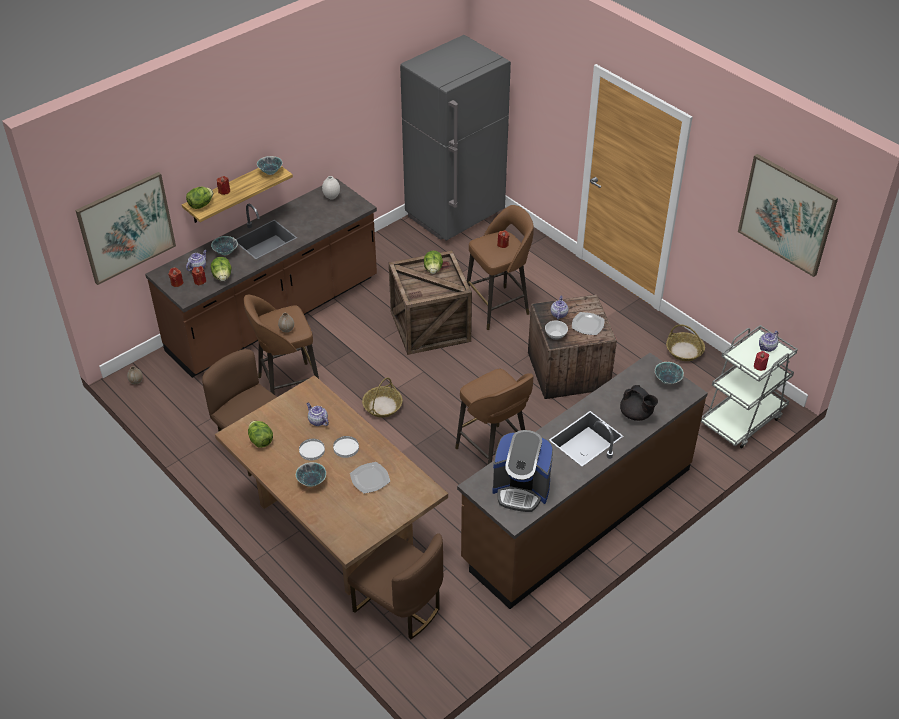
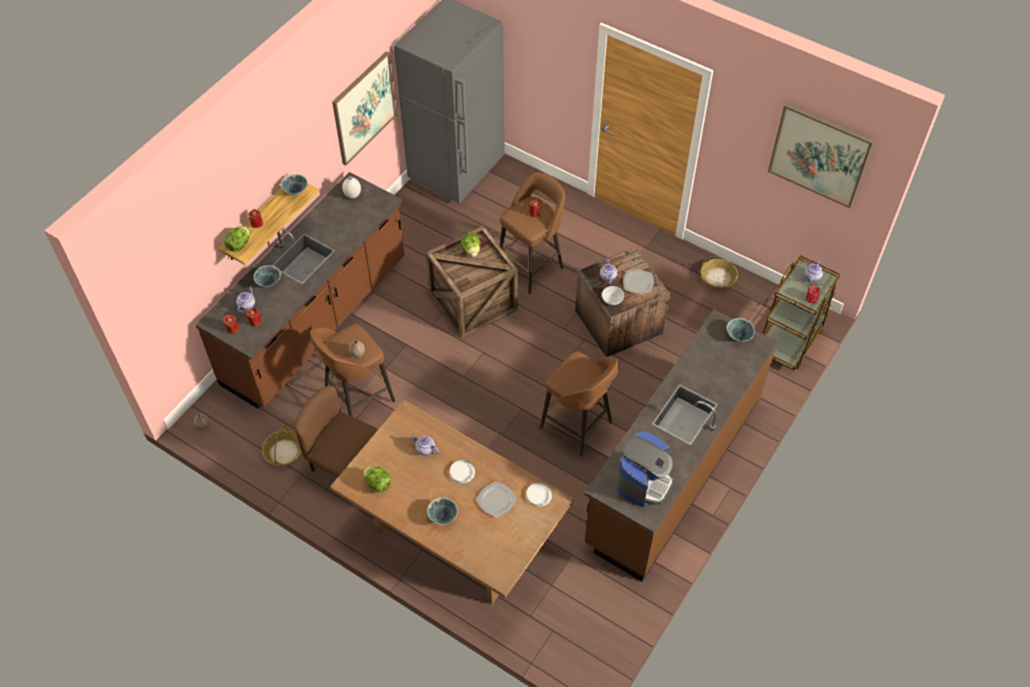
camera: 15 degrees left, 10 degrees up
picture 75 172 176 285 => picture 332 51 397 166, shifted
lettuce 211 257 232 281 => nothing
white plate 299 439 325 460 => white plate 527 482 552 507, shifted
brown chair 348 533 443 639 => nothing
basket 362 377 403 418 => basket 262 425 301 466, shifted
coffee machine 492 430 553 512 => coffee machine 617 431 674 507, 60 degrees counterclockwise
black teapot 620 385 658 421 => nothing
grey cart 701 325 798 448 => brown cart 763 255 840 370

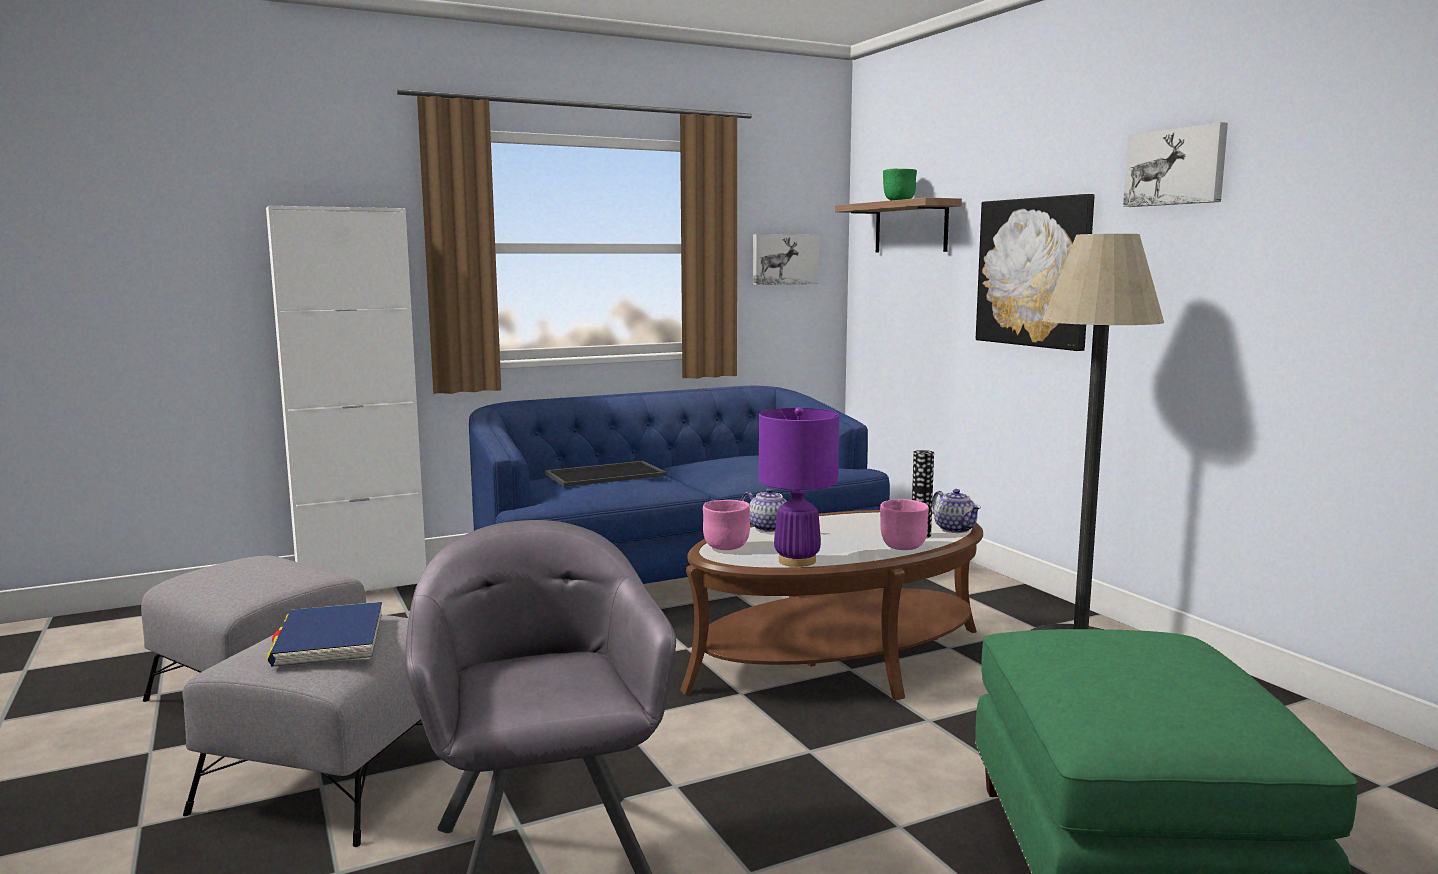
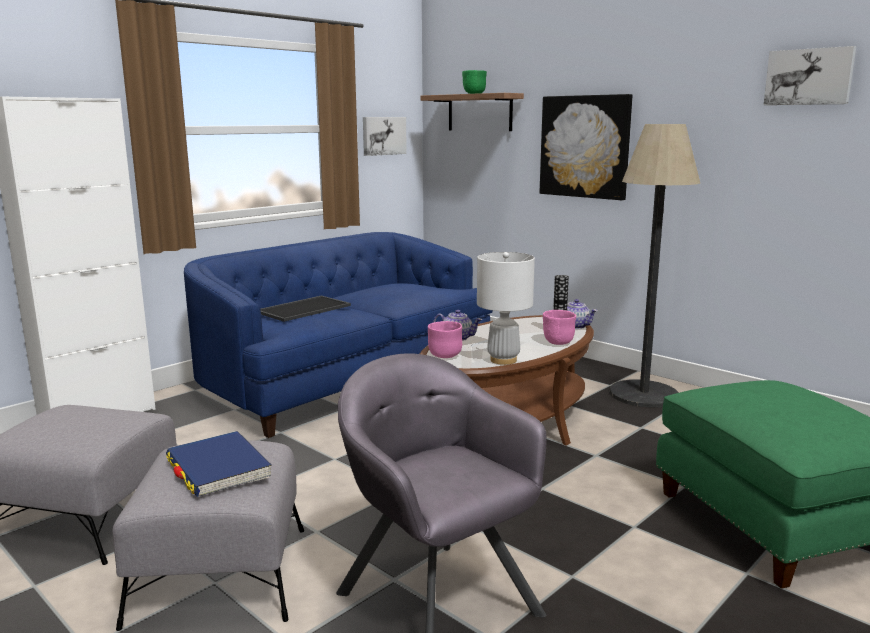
camera: 20 degrees left, 5 degrees up
purple table lamp 759 407 839 567 => white table lamp 477 252 535 365
picture 1123 122 1228 207 => picture 764 46 856 105, shifted

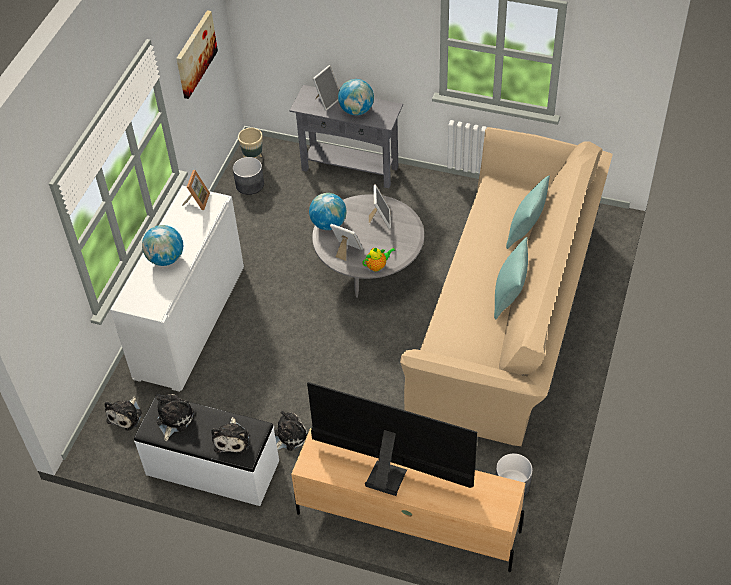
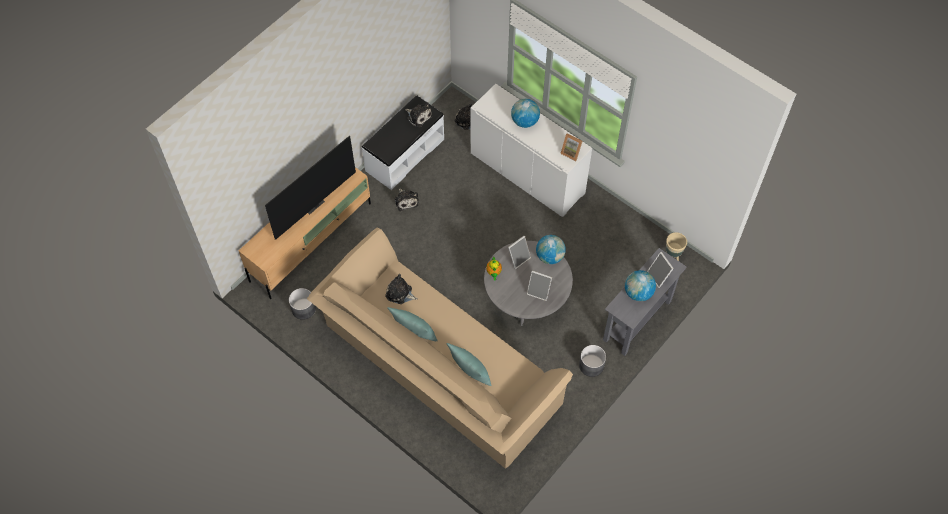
camera: 110 degrees right, 10 degrees up
picture 176 10 218 99 => nothing
plush toy 211 417 249 454 => plush toy 385 274 418 304, shifted
grey planter 233 157 264 195 => grey planter 579 345 606 377, shifted

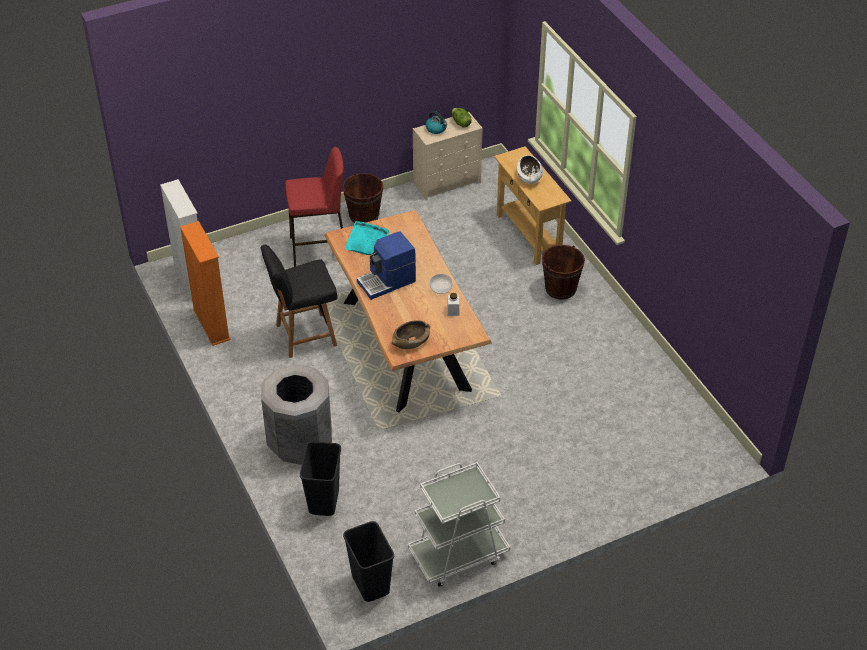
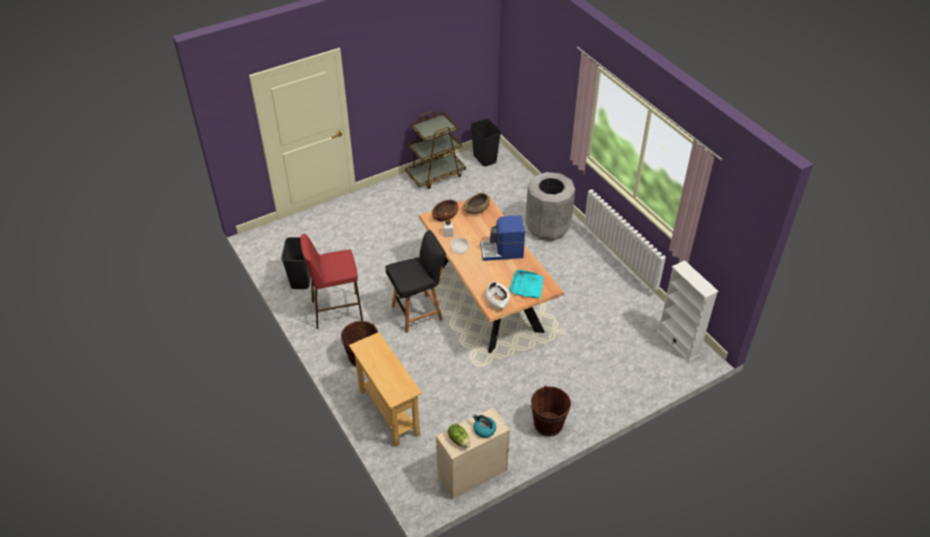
camera: 175 degrees right, 0 degrees up
orange bookcase 180 221 231 346 => nothing
black chair 261 245 338 358 => black chair 386 230 446 333, shifted
red stool 285 147 344 267 => red stool 300 234 363 329, shifted
black trash can 300 441 341 516 => black trash can 281 237 311 289, shifted
coffee machine 357 231 416 300 => coffee machine 480 216 525 261, 150 degrees counterclockwise
white cart 408 462 510 587 => brown cart 405 111 466 189
white bowl 517 155 543 184 => white bowl 486 281 510 309, shifted
nothing => brown bowl 432 200 458 221

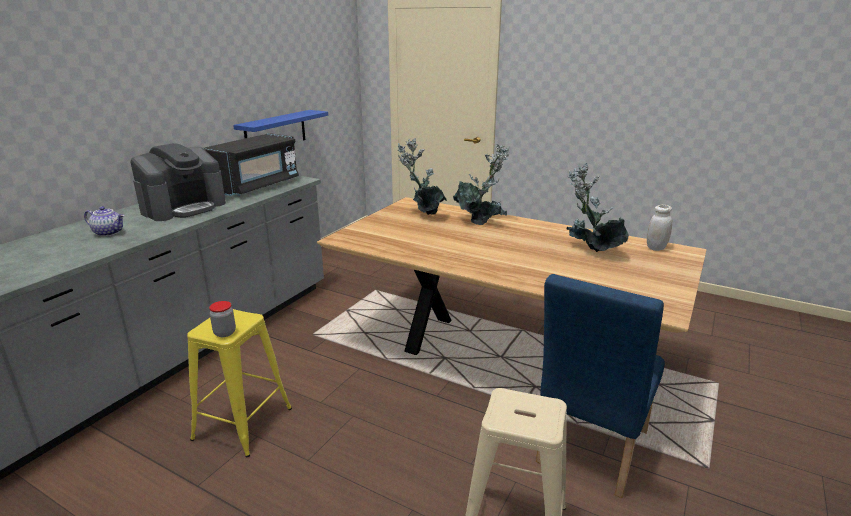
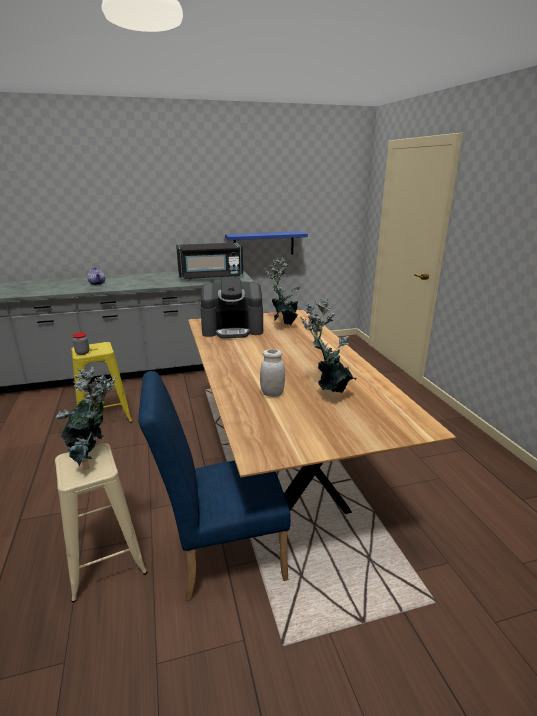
camera: 45 degrees right, 0 degrees up
coffee machine 131 143 226 221 => coffee machine 200 278 263 338, shifted
potted plant 453 144 510 225 => potted plant 56 367 116 466, shifted
white jar 647 205 672 251 => white jar 260 349 285 397, shifted

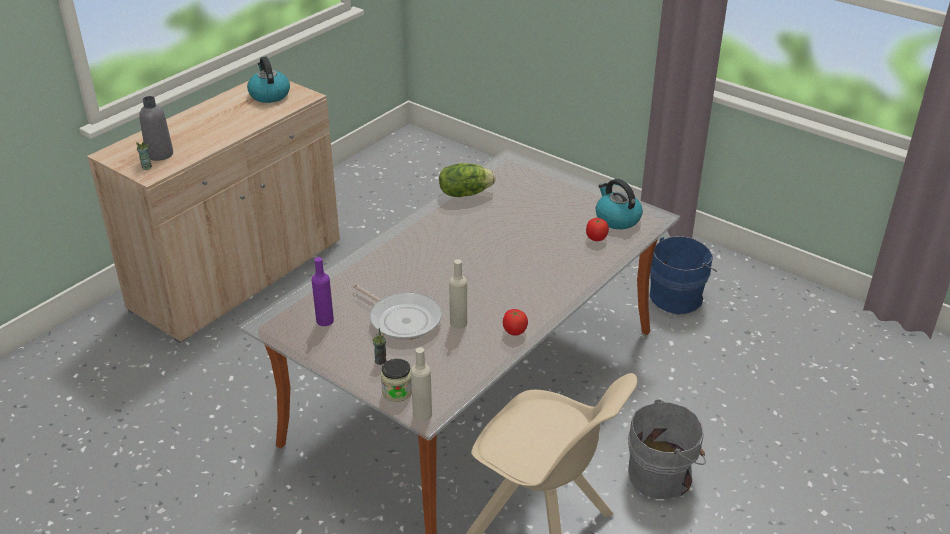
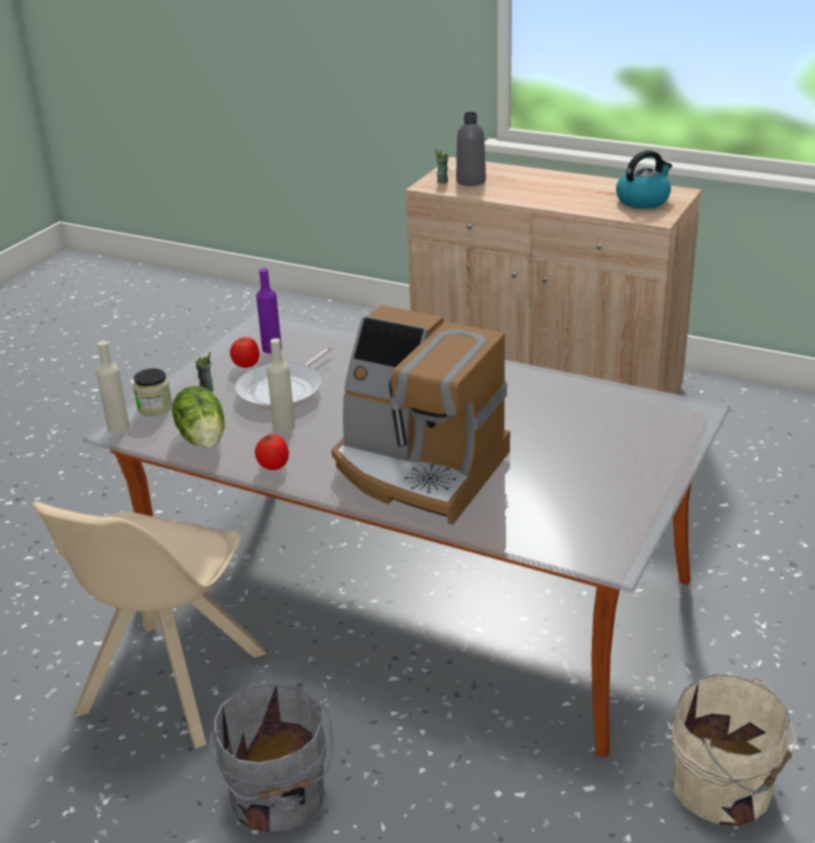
camera: 80 degrees right, 5 degrees down
lettuce 439 163 496 197 => lettuce 172 386 225 448, shifted
tomato 586 218 609 241 => tomato 230 337 260 368, shifted
kettle 596 179 643 229 => nothing
blue bucket 650 236 717 314 => beige bucket 672 674 796 826
nothing => coffee machine 331 305 510 525

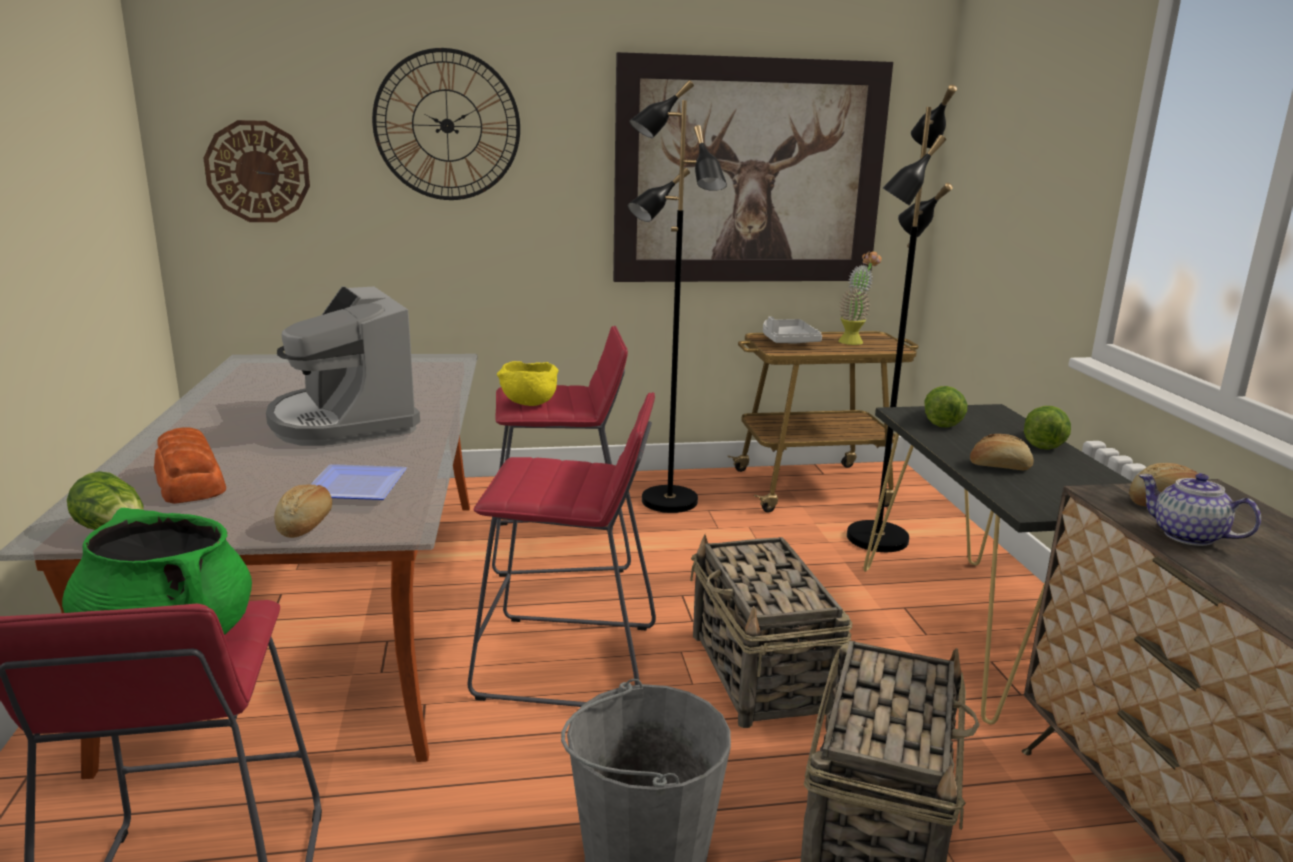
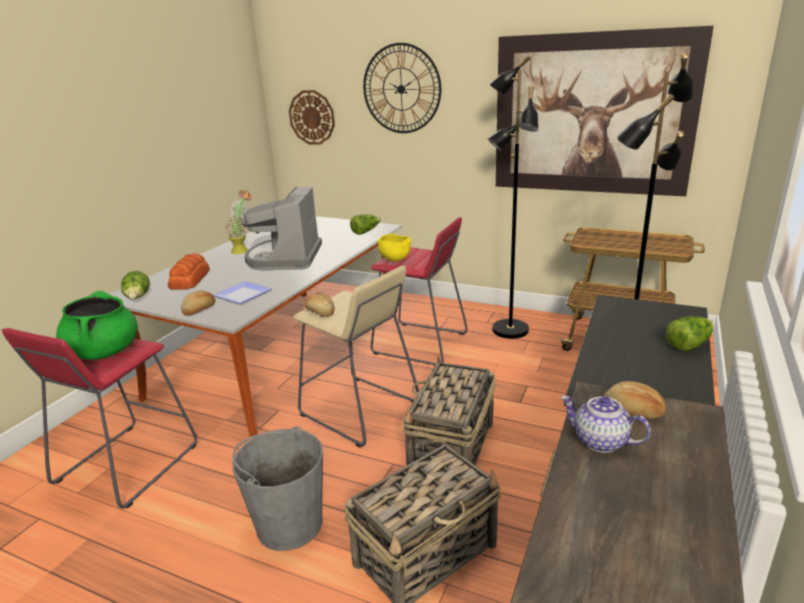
camera: 35 degrees right, 5 degrees up
red stool 467 392 656 707 => beige stool 293 266 419 448
grey tray 763 317 822 344 => nothing
potted plant 838 251 882 345 => potted plant 225 190 252 254, shifted
lettuce 924 386 967 428 => lettuce 350 214 381 235, shifted
bread 970 434 1034 470 => bread 304 292 335 317, shifted
teapot 1139 473 1261 546 => teapot 560 396 651 453, 45 degrees counterclockwise

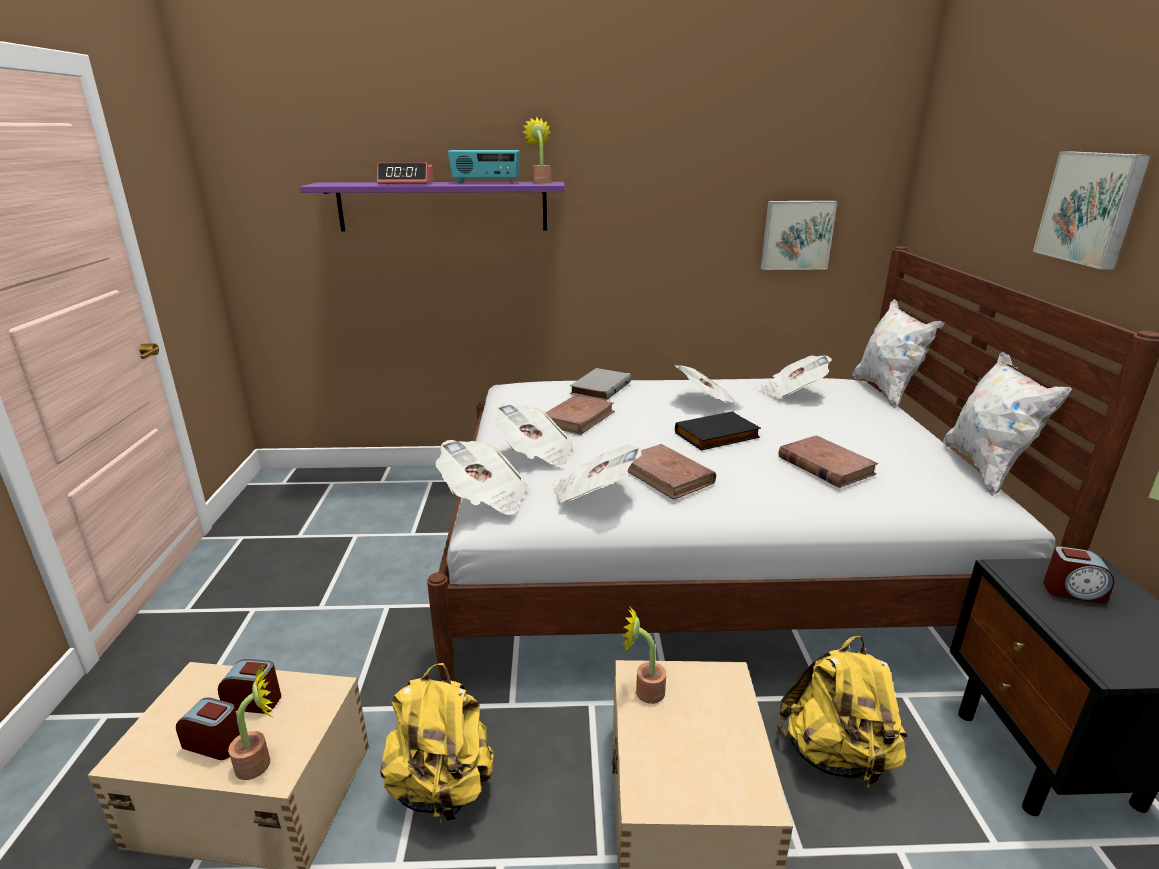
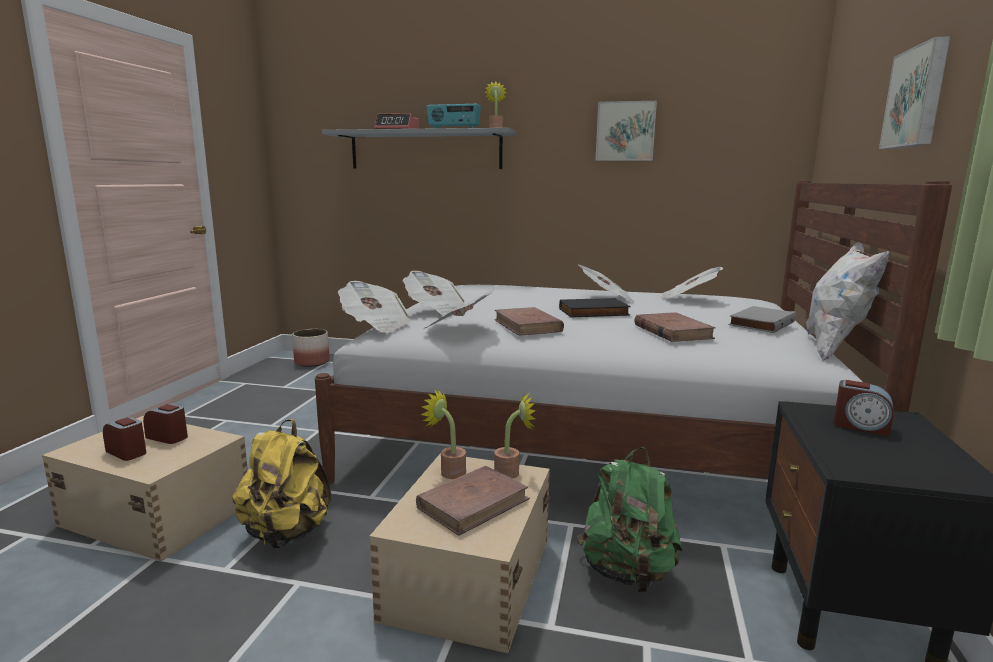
camera: 15 degrees right, 10 degrees down
potted plant 228 665 274 780 => potted plant 494 393 536 479, shifted
purple shelf 300 182 565 231 => grey shelf 322 128 516 169
brown book 545 395 615 435 => brown book 416 466 530 536, shifted
grey book 570 368 631 401 => grey book 729 306 796 333, shifted
picture 761 201 837 270 => picture 595 101 657 161, shifted
yellow backpack 777 636 907 789 => green backpack 577 447 683 592
white pillow 853 299 945 409 => nothing
nothing => planter 292 329 330 367

